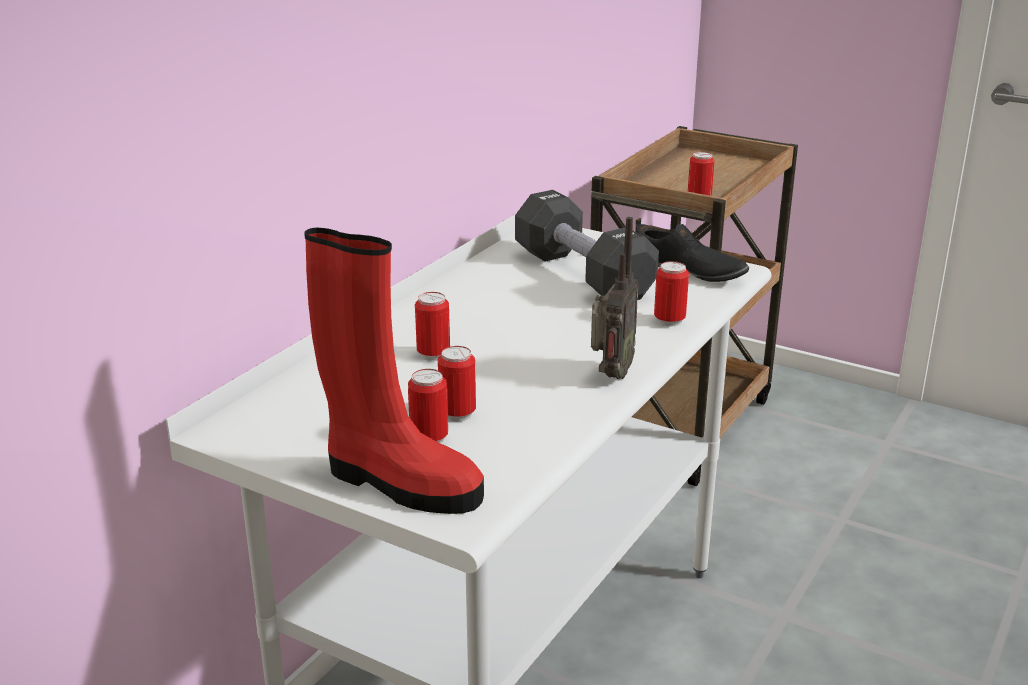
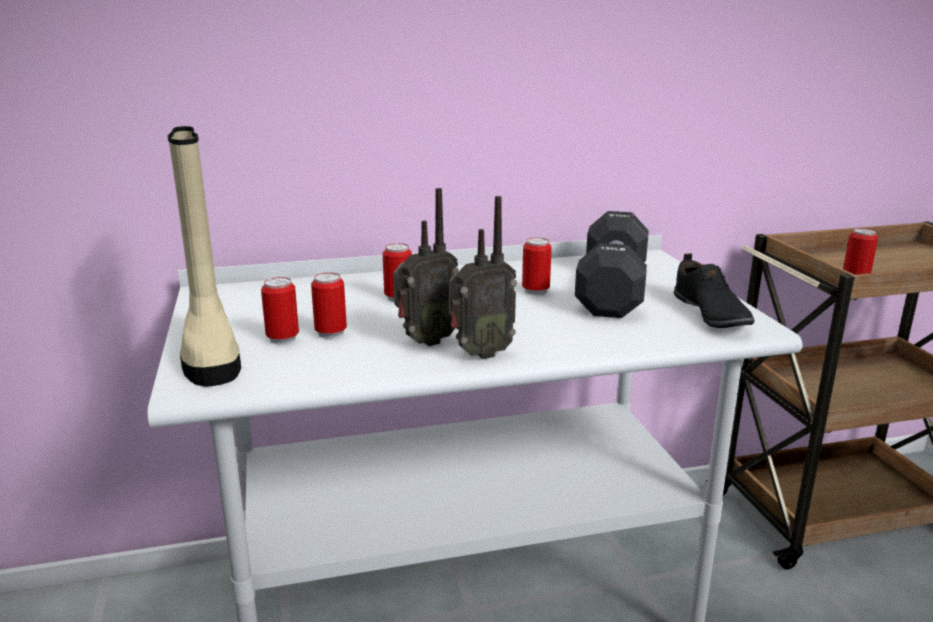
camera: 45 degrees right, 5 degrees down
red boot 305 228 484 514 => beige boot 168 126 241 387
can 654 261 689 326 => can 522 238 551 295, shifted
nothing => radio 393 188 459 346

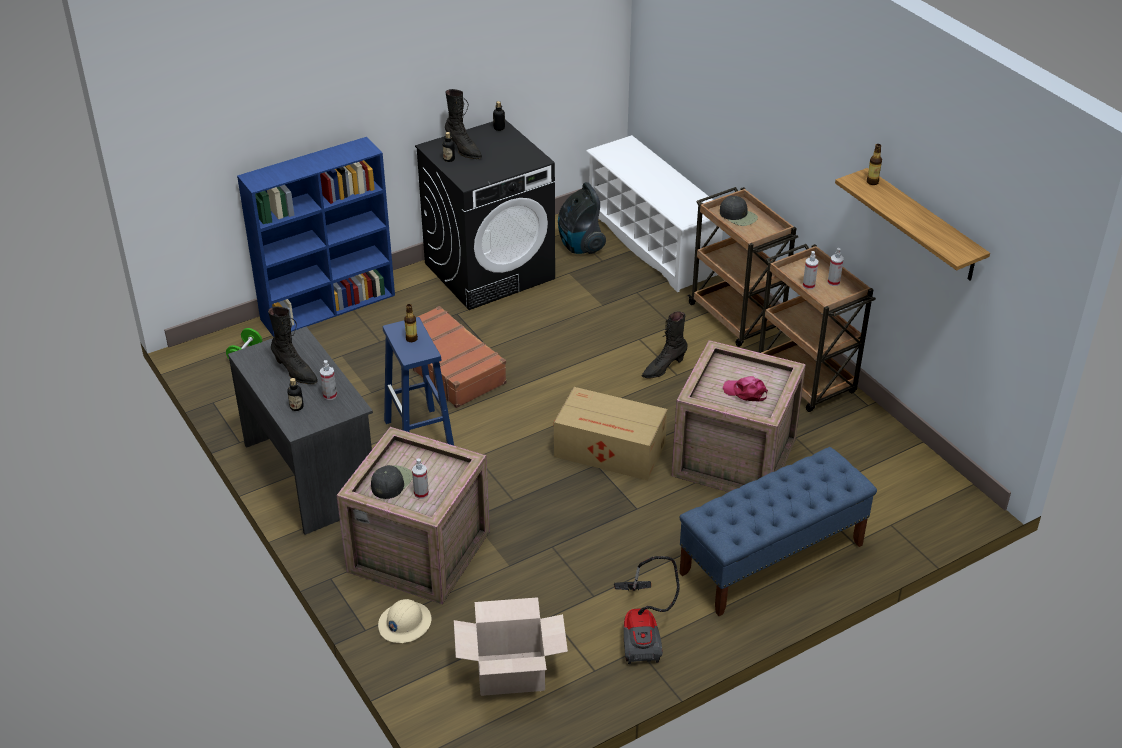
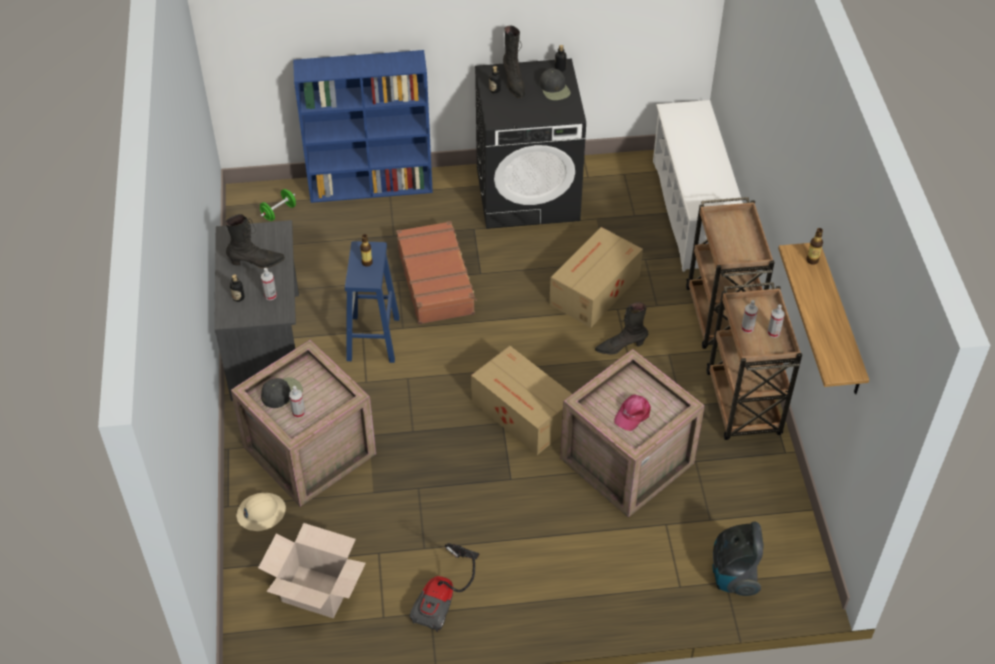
camera: 25 degrees right, 10 degrees up
black boot 268 307 318 384 => black boot 225 214 285 268, 75 degrees counterclockwise
vacuum cleaner 558 182 606 254 => vacuum cleaner 712 521 764 596, shifted
blue bench 679 447 877 616 => nothing
black cap 720 196 758 226 => black cap 540 68 571 100, shifted
pink cap 723 376 768 401 => pink cap 614 394 651 431, 105 degrees counterclockwise
nothing => cardboard box 549 227 643 328

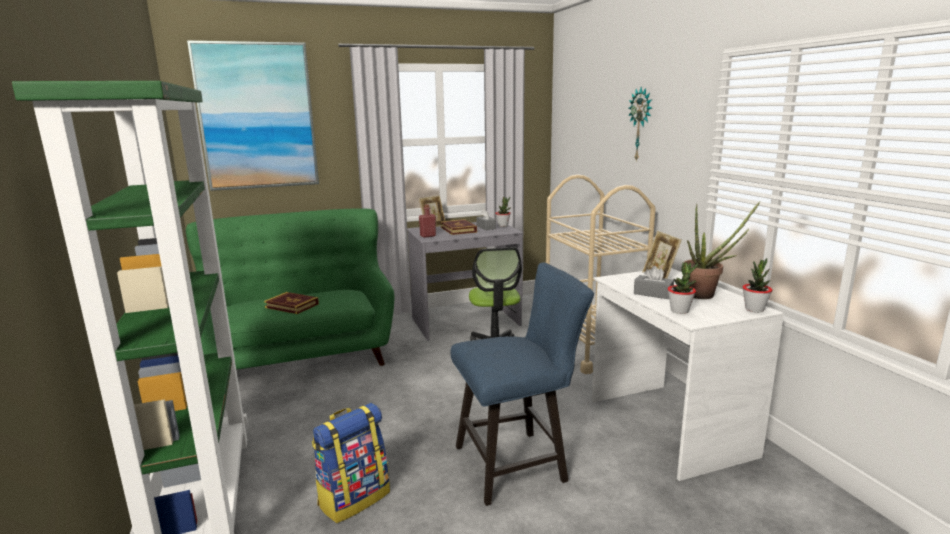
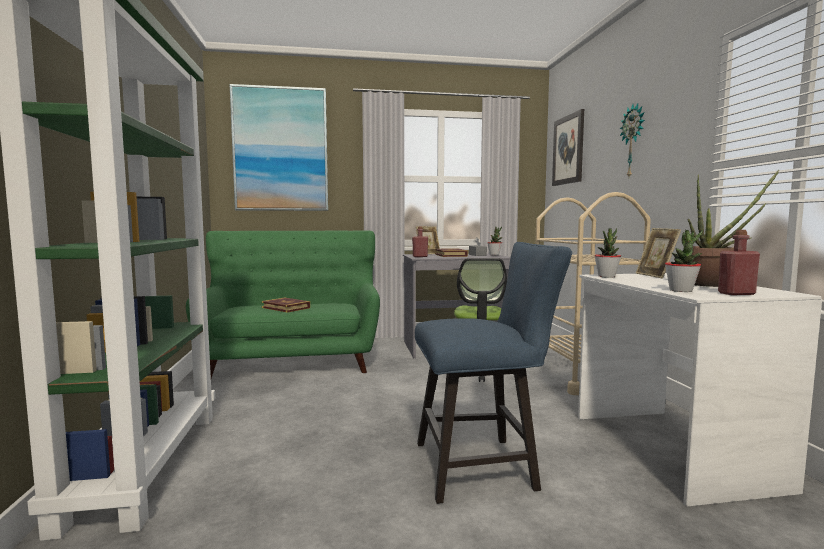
camera: 10 degrees right, 10 degrees down
backpack 312 403 390 523 => nothing
grey tissue box 634 266 674 299 => nothing
potted plant 743 258 772 312 => potted plant 594 228 621 278, shifted
nothing => picture 552 109 584 186
nothing => red bottle 718 230 760 295

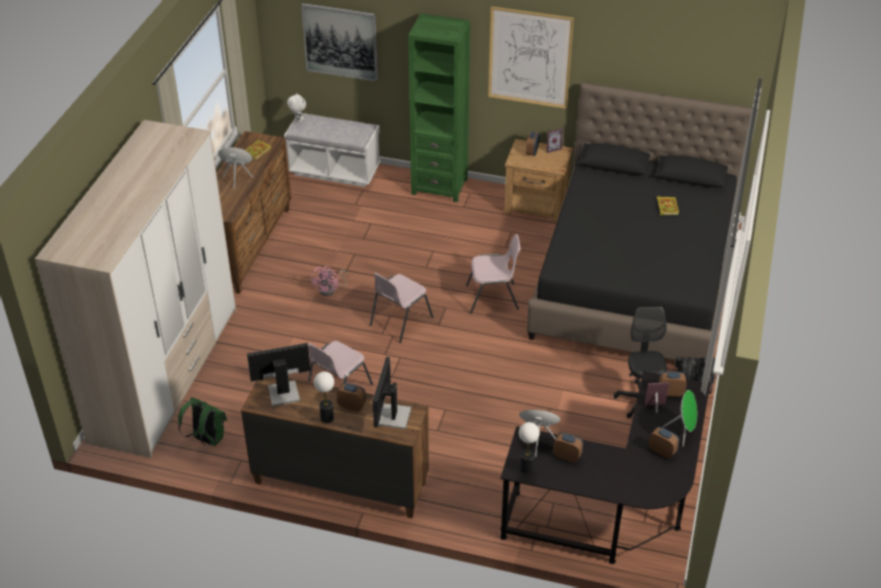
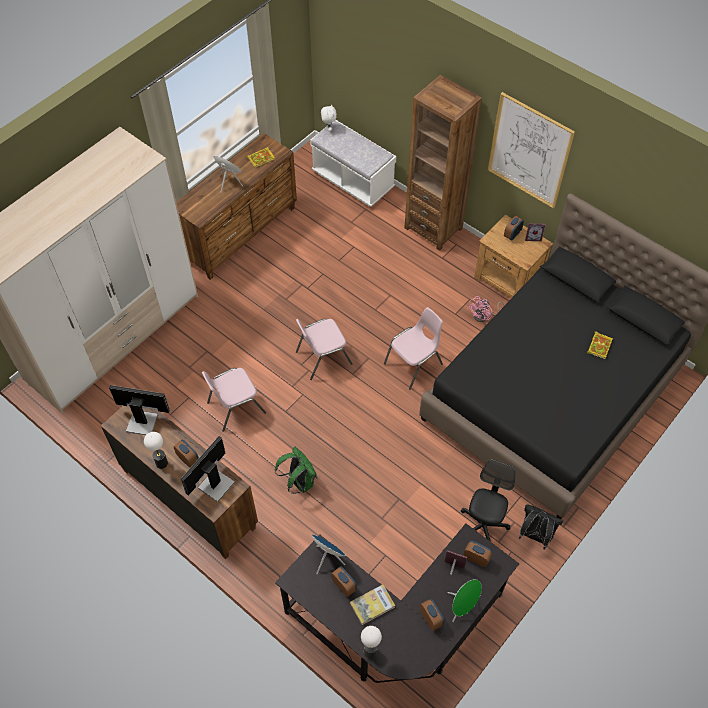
camera: 25 degrees right, 15 degrees up
green backpack 178 397 227 446 => green backpack 275 447 317 494, shifted
picture 301 3 378 82 => nothing
pink fan 311 266 349 296 => pink fan 467 296 505 322, shifted
green bookcase 408 13 470 202 => brown bookcase 404 75 482 251
pink chair 466 234 520 314 => pink chair 384 307 443 390, 60 degrees counterclockwise
table lamp 519 422 540 474 => table lamp 361 626 382 659, shifted
nothing => book 350 584 395 625

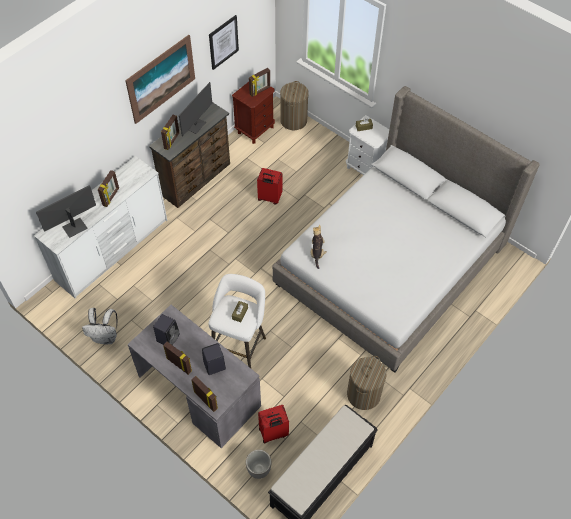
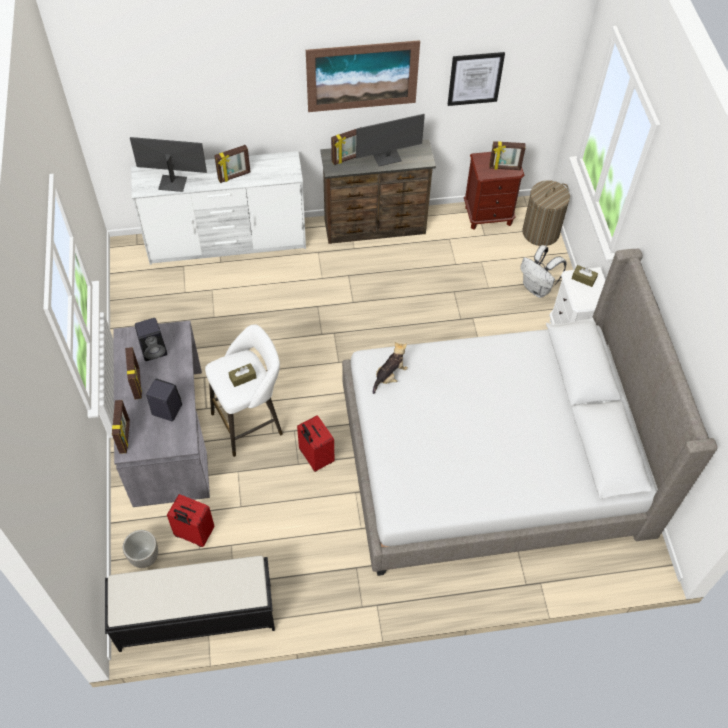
camera: 40 degrees right, 0 degrees up
white backpack 82 308 117 344 => white backpack 520 245 566 298, shifted
red suitcase 257 168 283 205 => red suitcase 297 415 335 472, shifted
laundry basket 347 356 386 410 => nothing

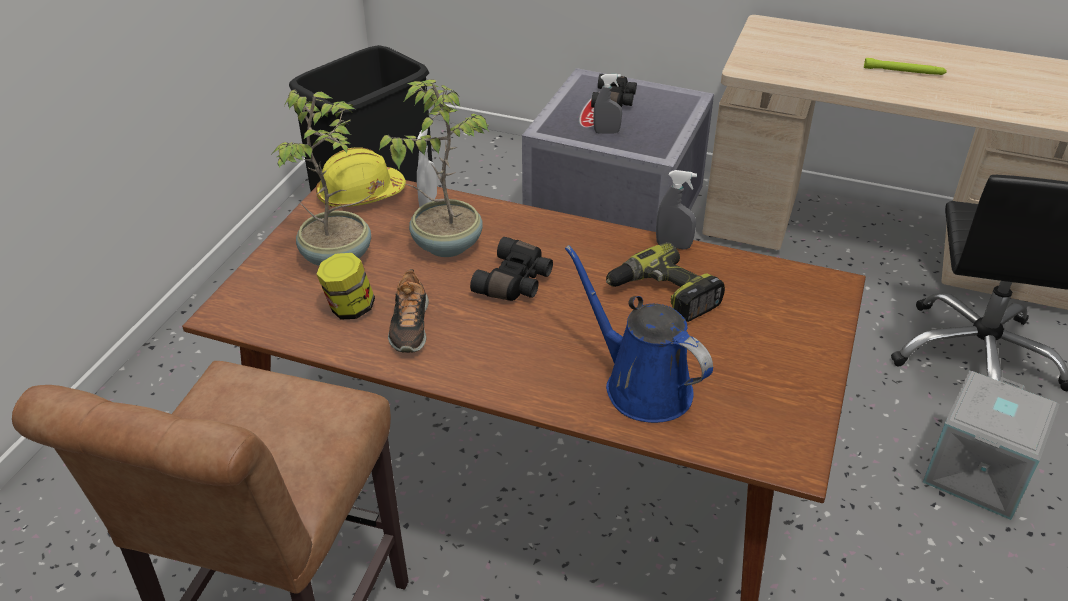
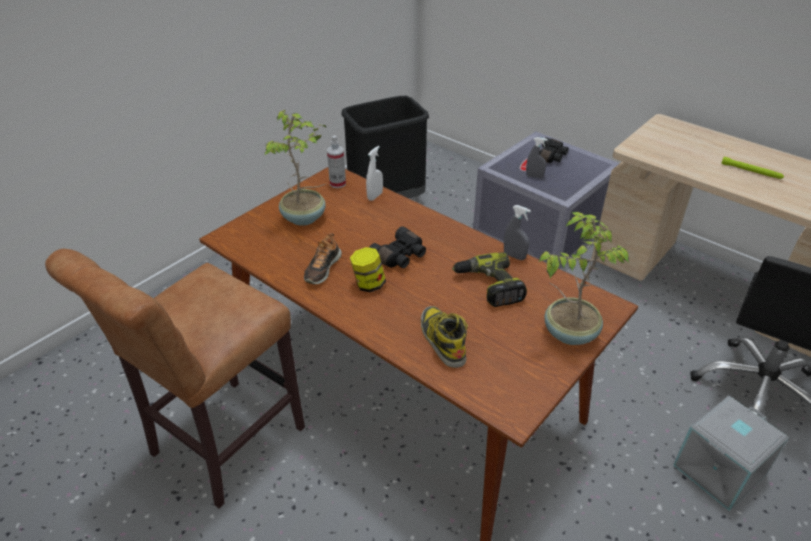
camera: 20 degrees right, 0 degrees up
yellow hard hat 316 147 406 207 => spray bottle 327 135 346 188
jar 317 253 375 320 => jar 350 247 386 292, shifted
potted plant 379 79 489 257 => potted plant 539 212 629 345, shifted
blue watering can 565 245 713 423 => boot 421 306 468 368

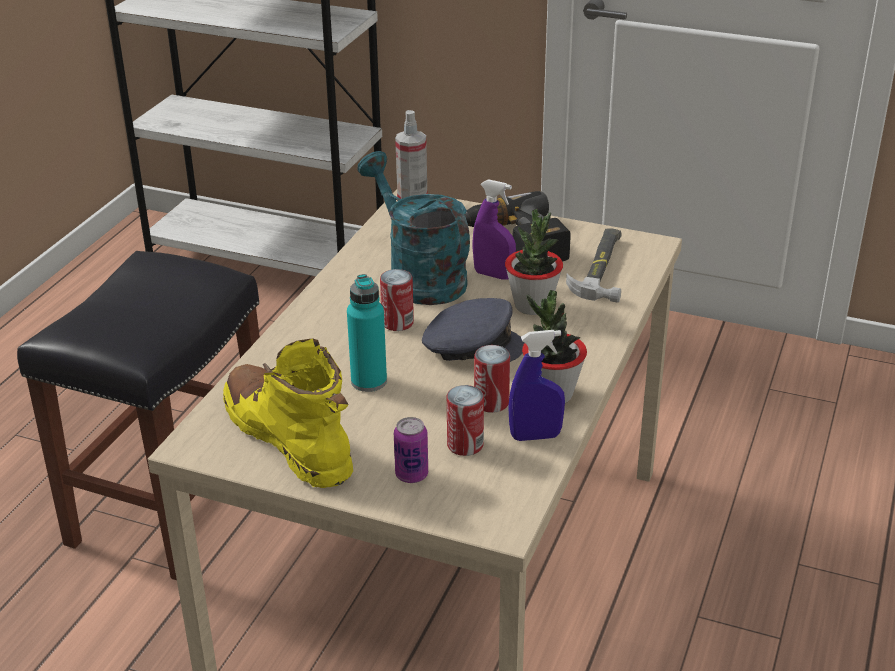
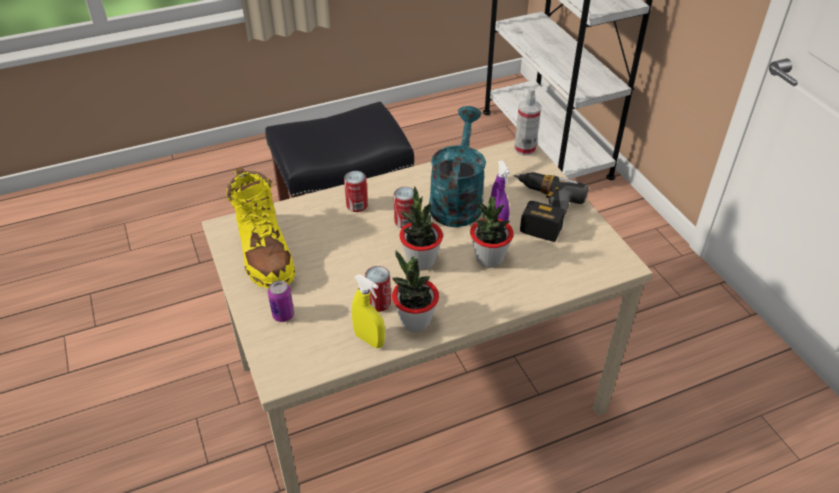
camera: 45 degrees right, 10 degrees up
yellow boot 223 339 353 488 => yellow boot 227 166 296 289, 150 degrees clockwise
turquoise bottle 347 274 387 392 => nothing
grey cap 422 298 524 362 => potted plant 399 186 443 271
can 447 385 484 456 => can 344 171 368 212, shifted
blue spray bottle 508 330 565 441 => yellow spray bottle 352 274 385 348
hammer 566 228 622 303 => nothing

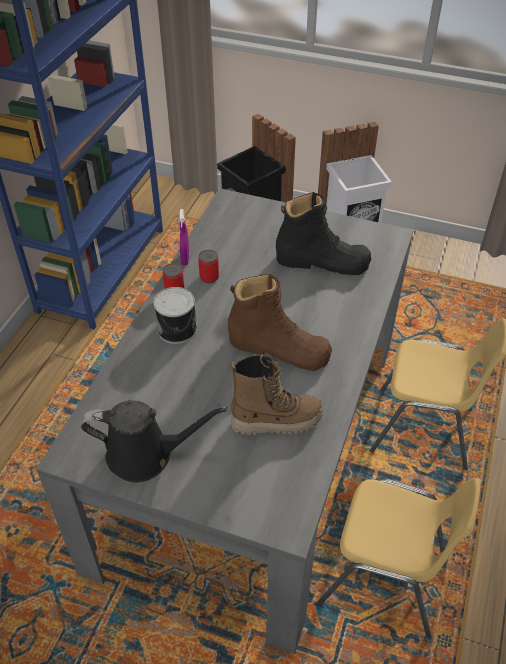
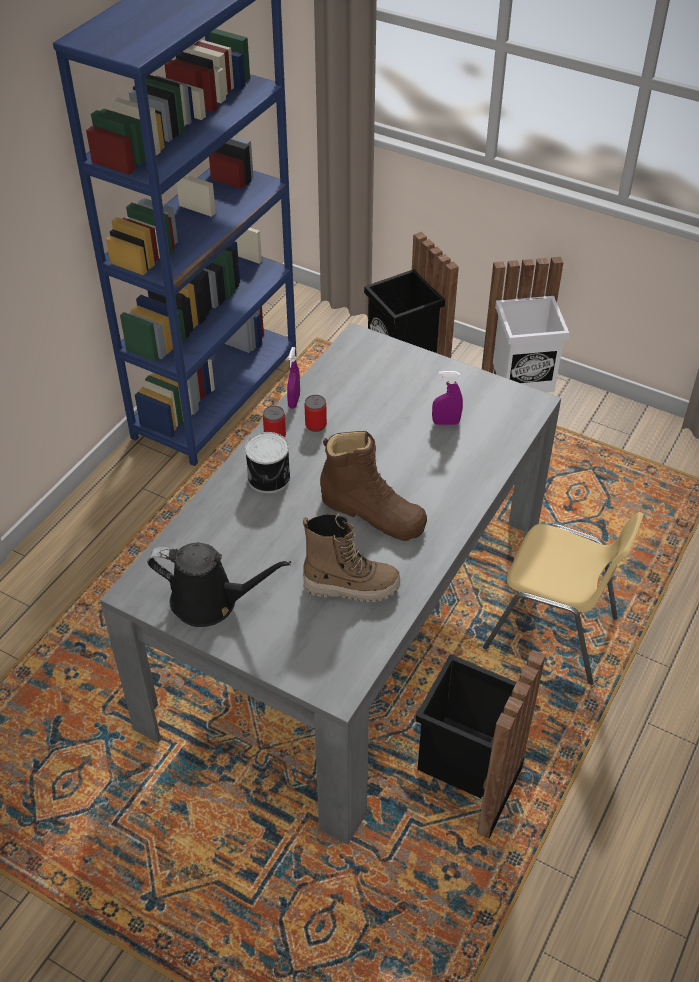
camera: 10 degrees right, 0 degrees up
black boot 276 192 371 275 => purple spray bottle 432 371 463 425
yellow chair 318 478 481 638 => black trash can 416 650 546 838

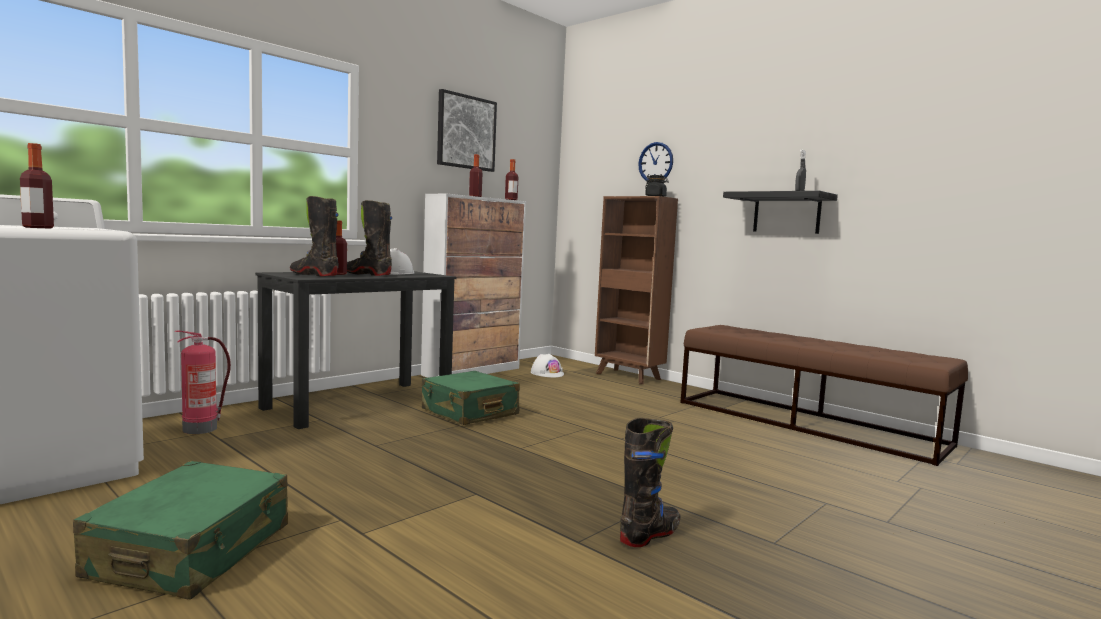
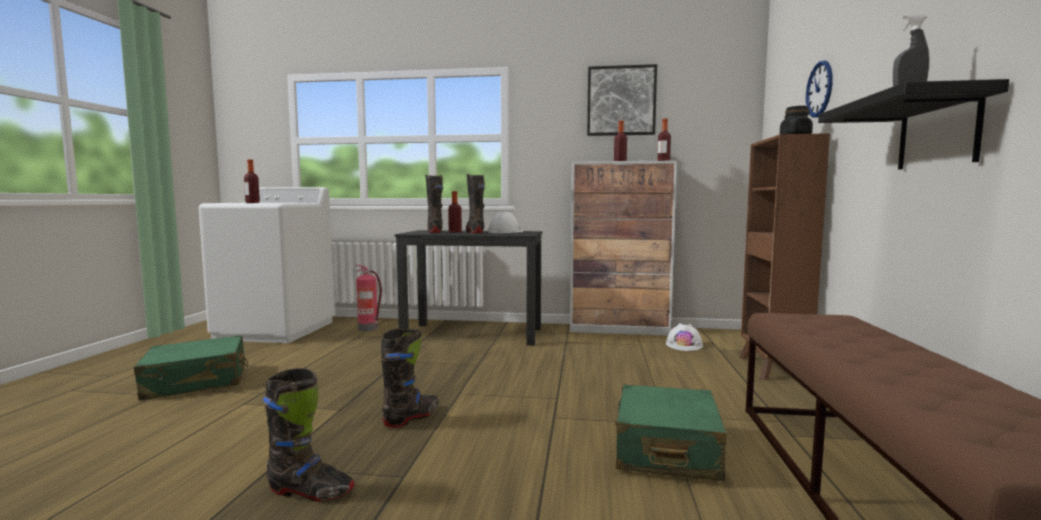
camera: 55 degrees right, 0 degrees up
green suitcase 422 371 520 425 => green suitcase 615 384 727 481, shifted
nothing => black boot 381 328 439 428

